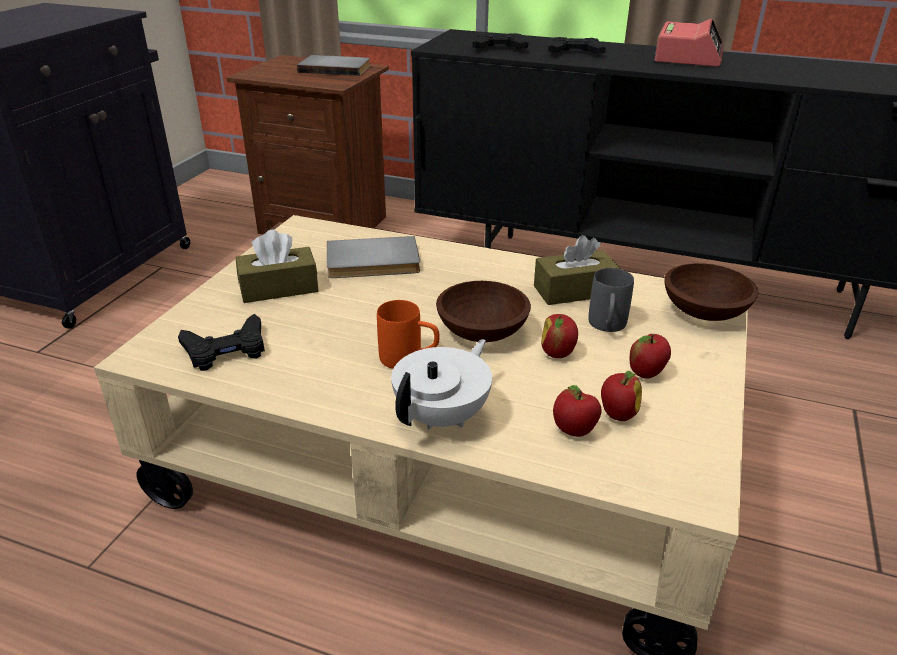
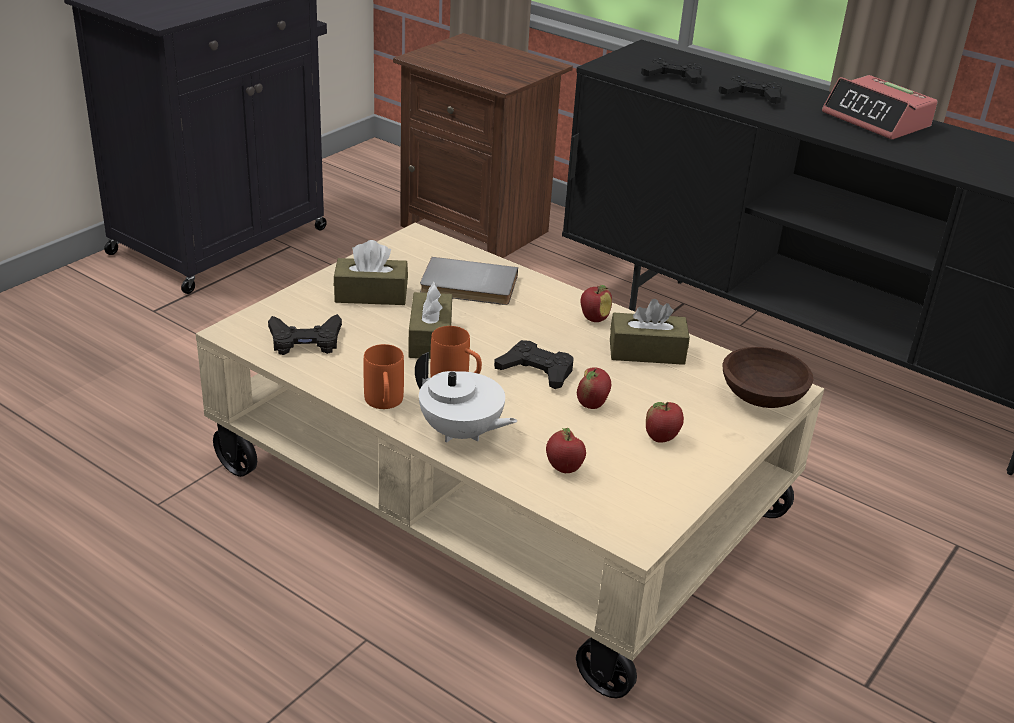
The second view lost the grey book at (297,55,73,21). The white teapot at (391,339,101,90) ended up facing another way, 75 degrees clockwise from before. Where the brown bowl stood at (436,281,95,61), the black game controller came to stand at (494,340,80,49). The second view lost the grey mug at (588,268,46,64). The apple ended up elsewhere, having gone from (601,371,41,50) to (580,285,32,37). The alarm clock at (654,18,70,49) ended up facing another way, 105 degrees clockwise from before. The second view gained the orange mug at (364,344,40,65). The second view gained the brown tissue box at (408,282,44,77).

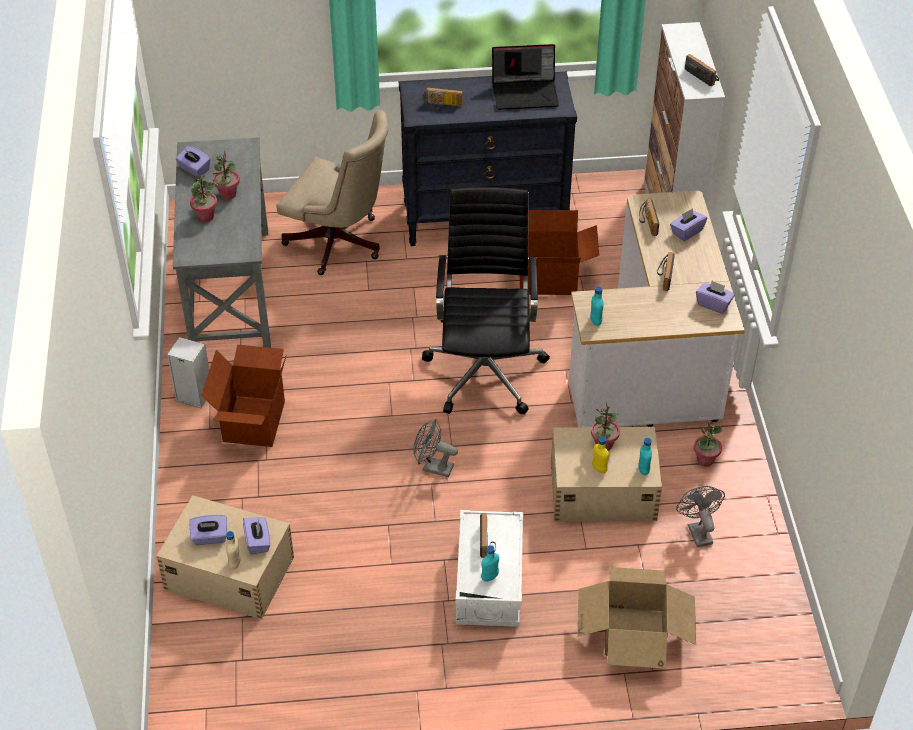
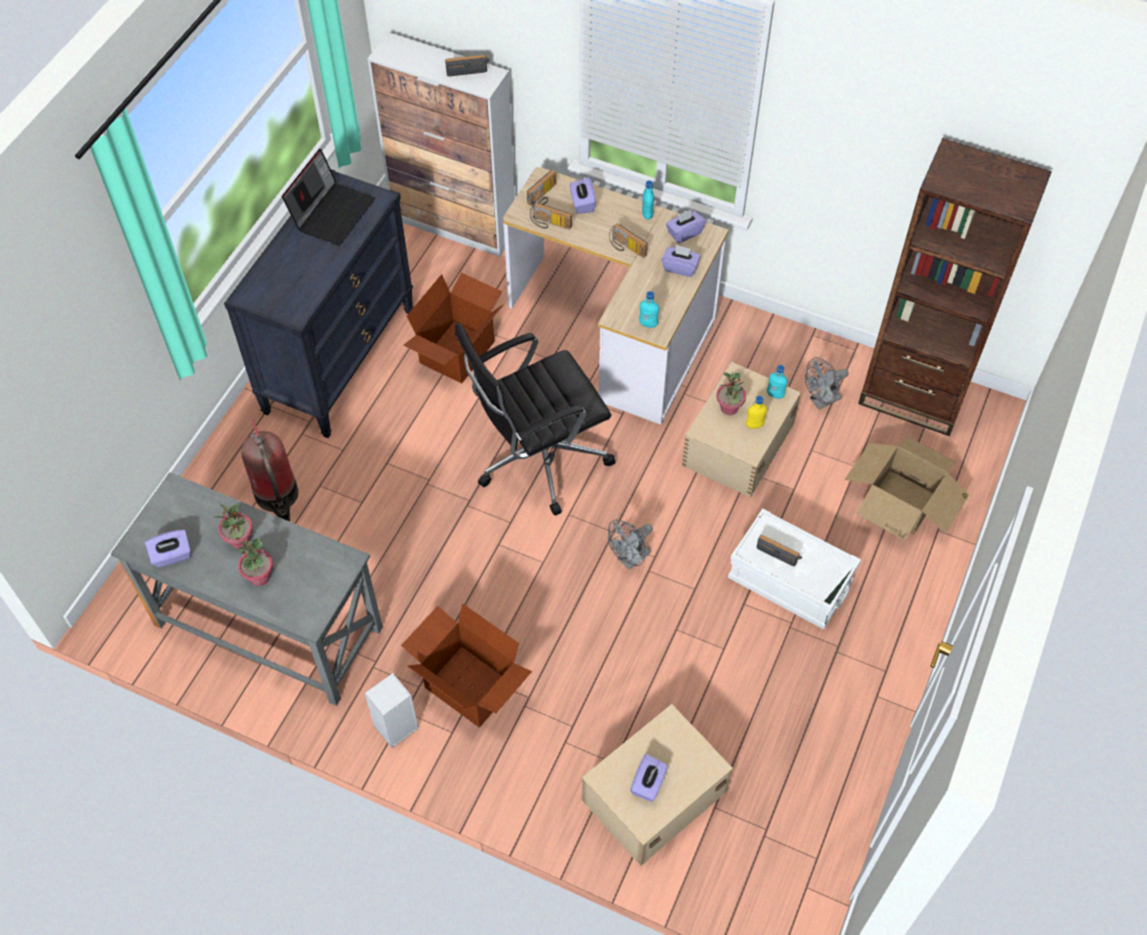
The second view lost the beige bottle at (226,531,15,38). The purple tissue box ended up elsewhere, having gone from (243,517,27,38) to (662,245,39,32). Where the beige office chair stood at (276,110,113,165), the fire extinguisher came to stand at (241,419,57,102). The black office chair at (422,187,128,227) ended up facing another way, 60 degrees counterclockwise from before. The radio ended up elsewhere, having gone from (423,87,40,22) to (527,169,29,37). The turquoise bottle ended up elsewhere, having gone from (481,545,18,37) to (642,180,12,40). The grey fan at (676,486,49,61) ended up facing another way, 45 degrees counterclockwise from before. The second view lost the potted plant at (694,421,28,46). The second view gained the brown bookcase at (858,138,194,298).

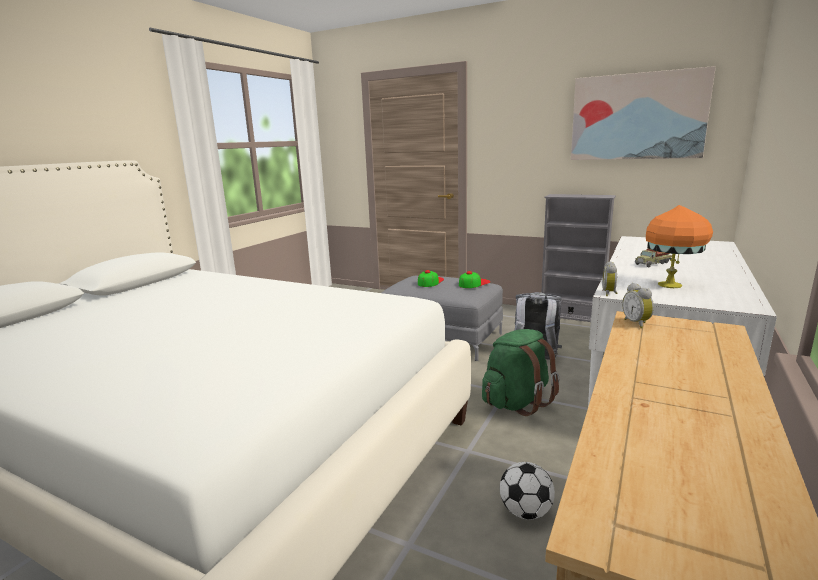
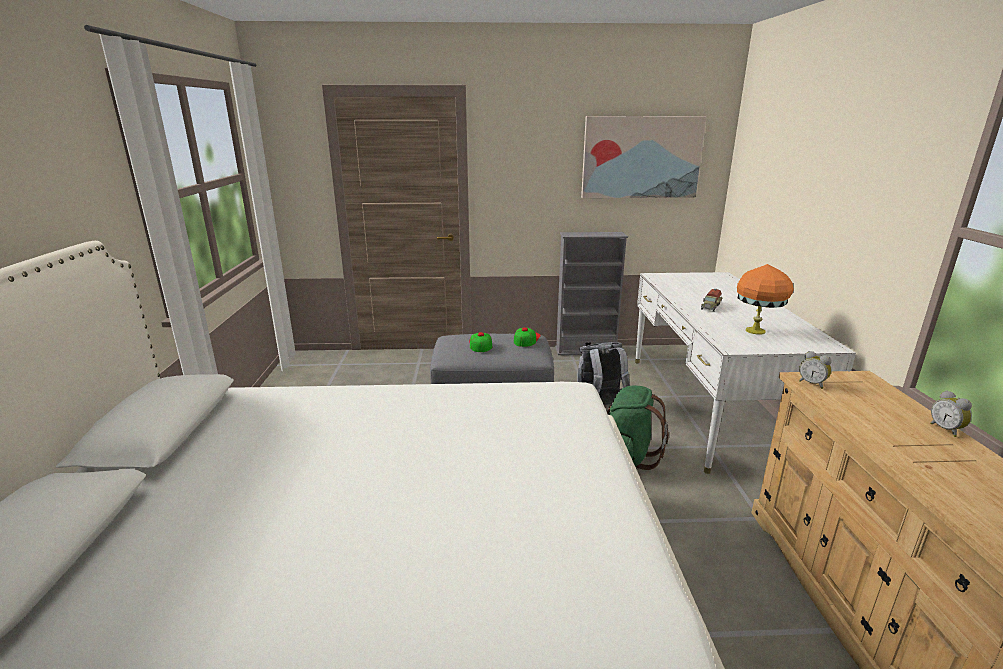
The second view lost the football at (500,462,55,58). The alarm clock ended up elsewhere, having gone from (602,261,15,35) to (930,390,42,47).

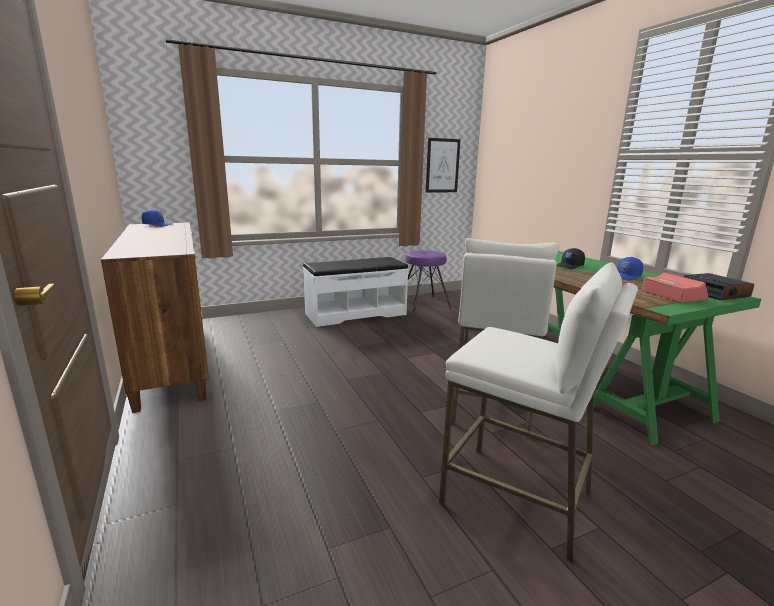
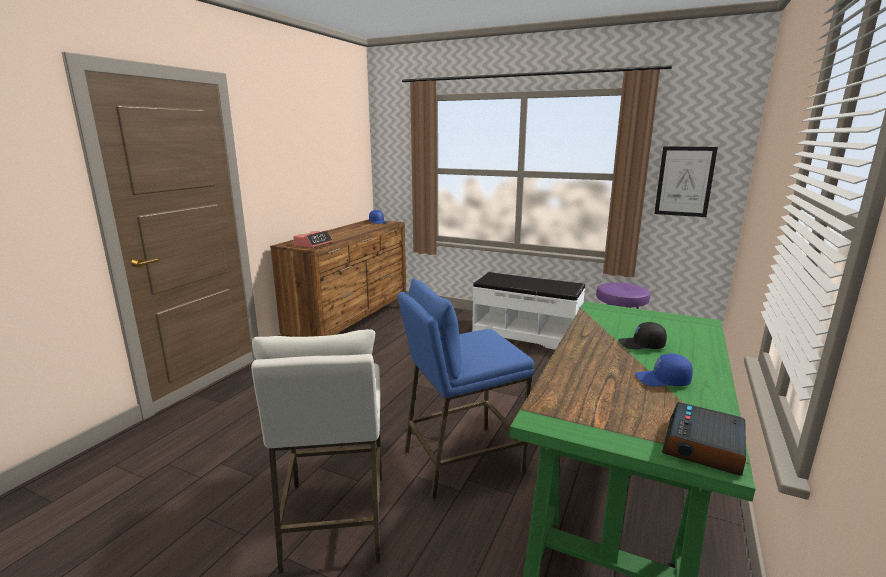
What was the white stool at (451,238,109,201) turned into the blue stool at (397,278,137,222). The alarm clock ended up elsewhere, having gone from (642,272,66,31) to (293,230,40,18).

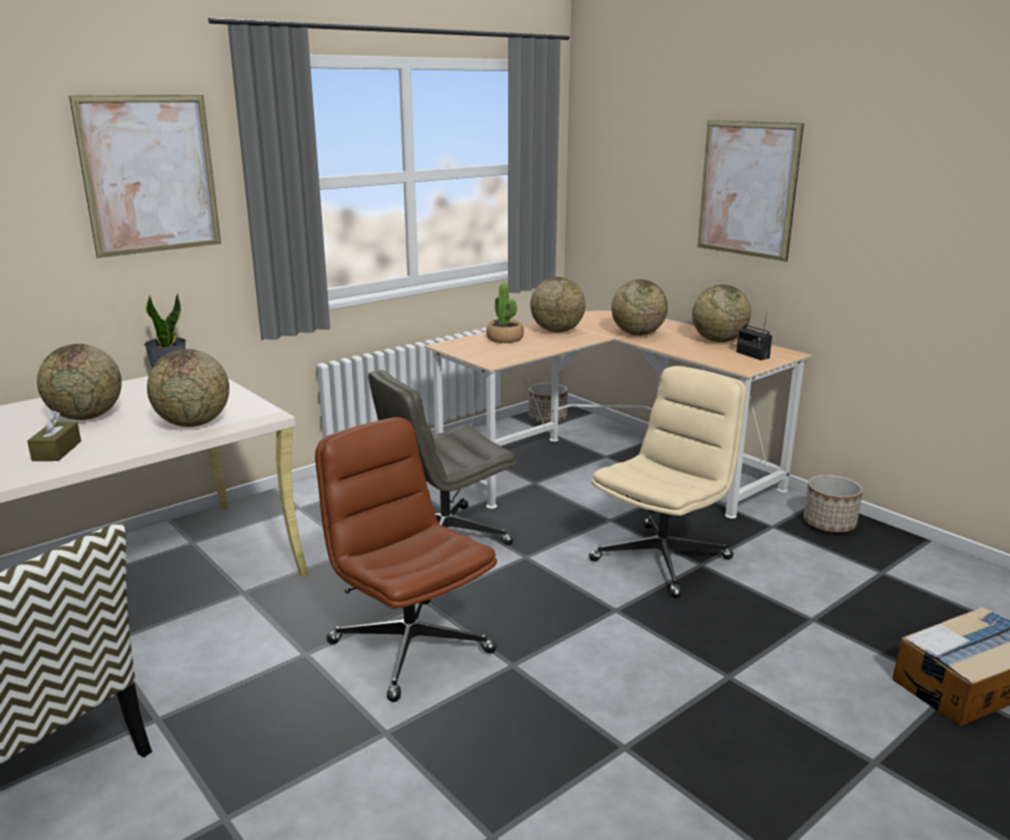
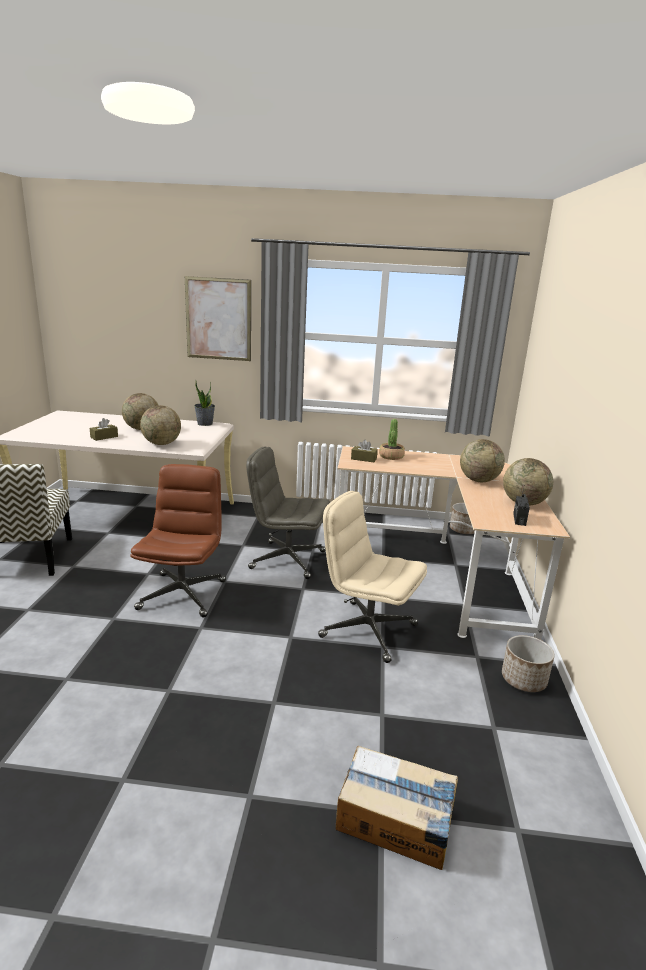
The second view lost the globe at (530,277,55,56). The beige office chair at (589,366,157,232) ended up facing another way, 150 degrees counterclockwise from before. The second view lost the picture at (697,120,107,142). The second view gained the brown tissue box at (351,440,27,22).

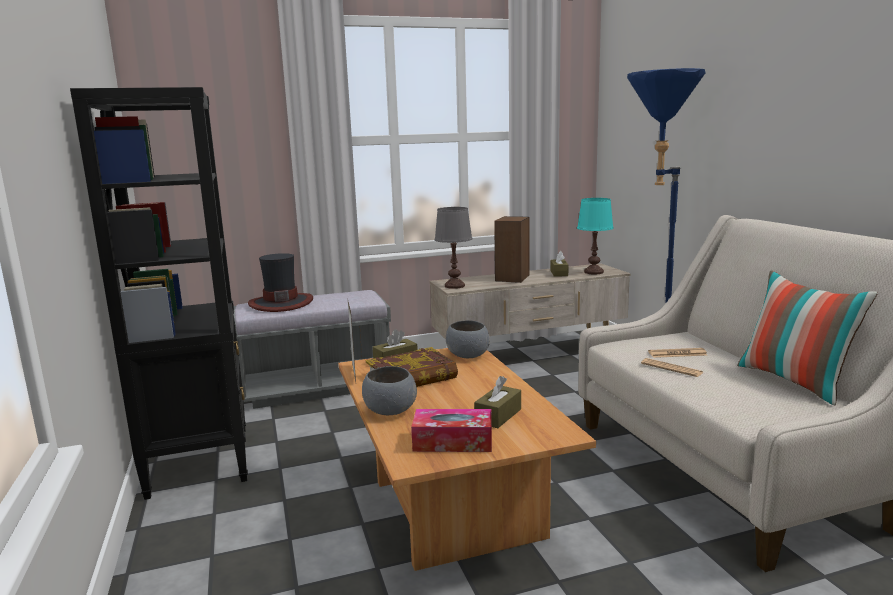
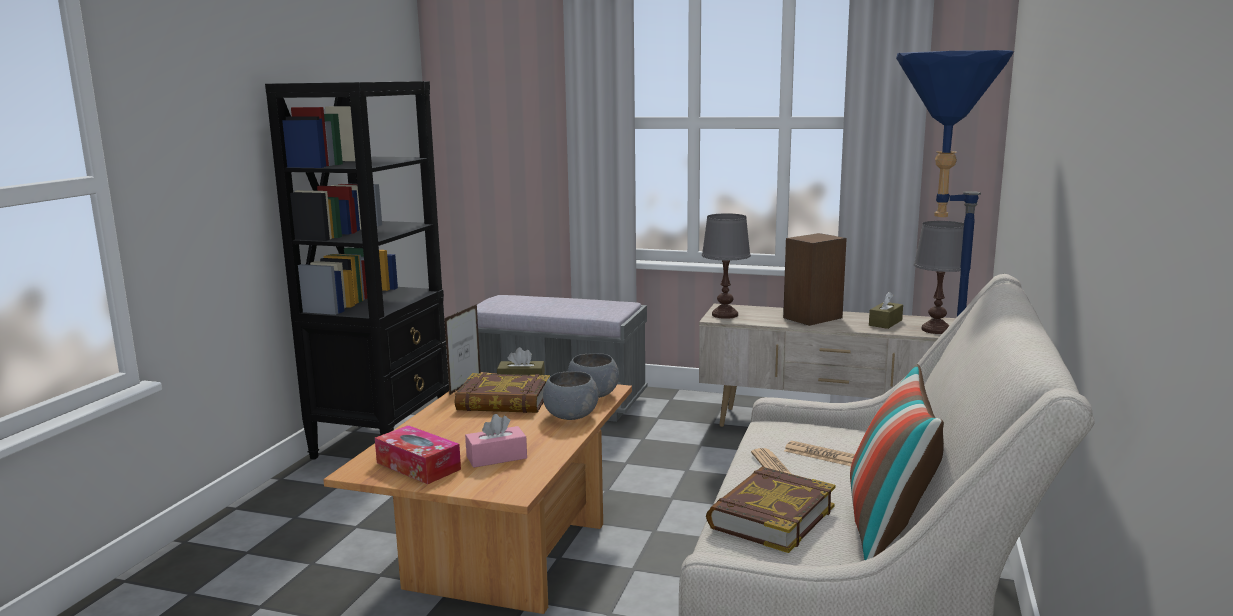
The second view lost the hat at (248,253,65,59). The grey bowl ended up elsewhere, having gone from (362,366,55,49) to (543,371,56,49). What was the brown tissue box at (474,376,47,52) turned into the pink tissue box at (465,414,62,54). What was the turquoise table lamp at (577,198,37,76) turned into the grey table lamp at (914,221,50,113). The second view gained the book at (706,467,130,86).

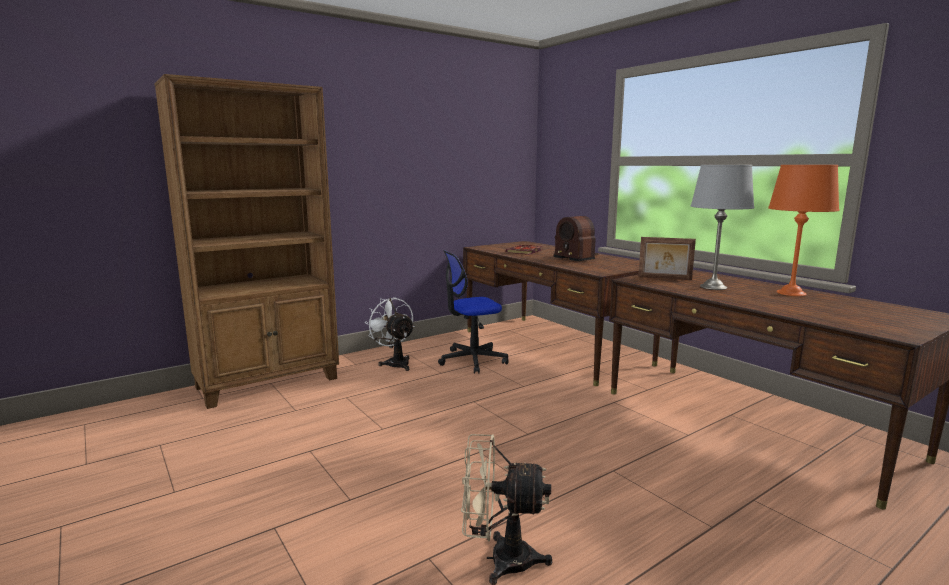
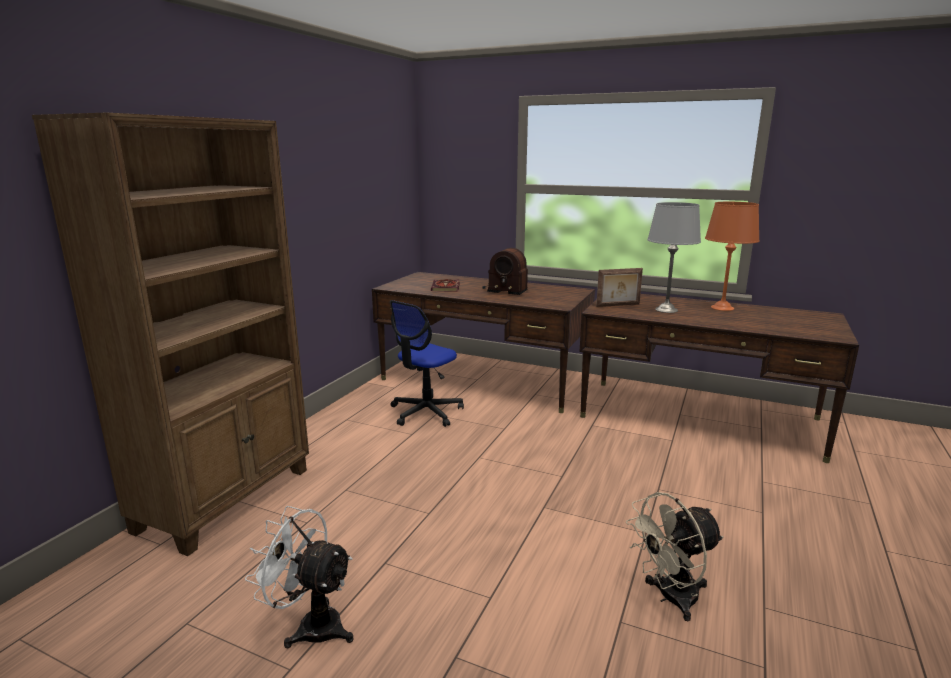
The white fan ended up elsewhere, having gone from (364,297,51,74) to (245,506,108,142).

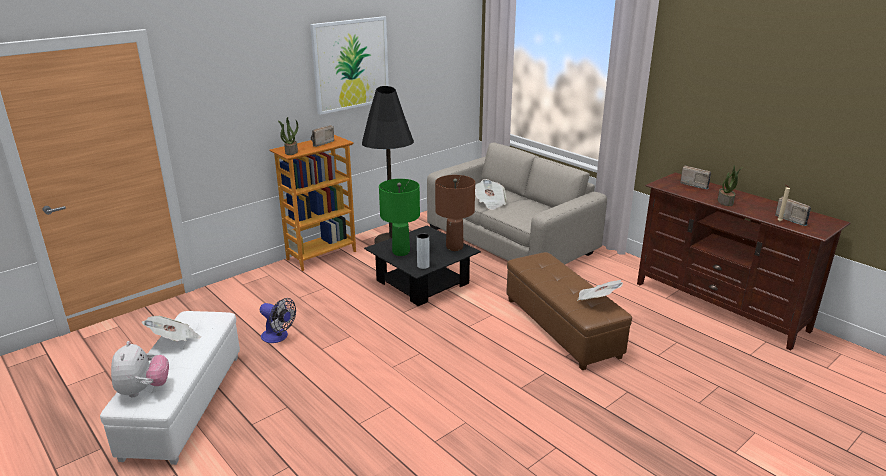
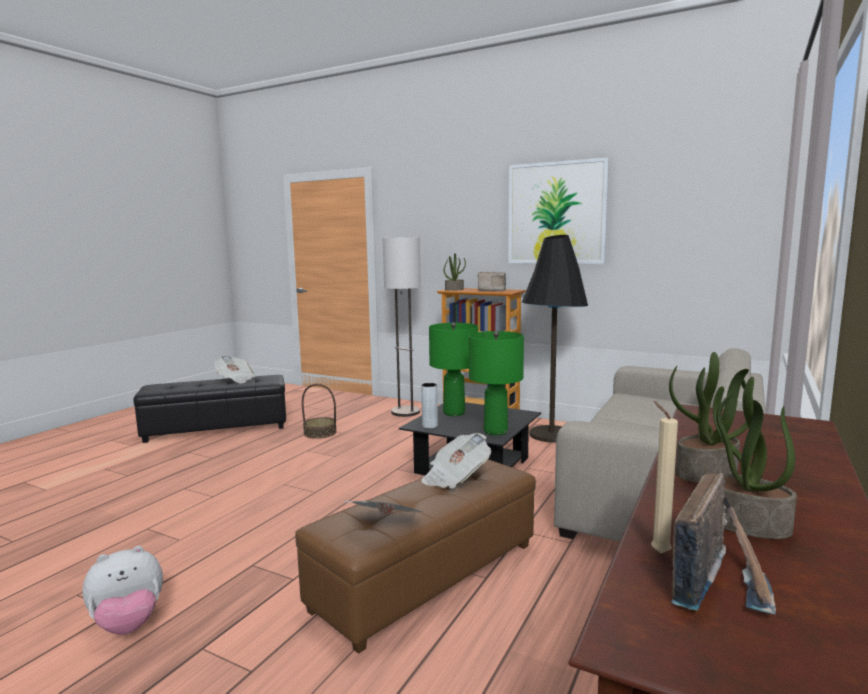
What was the white ottoman at (100,311,140,154) turned into the black ottoman at (133,375,153,68). The plush toy ended up elsewhere, having gone from (111,341,58,56) to (82,546,81,89). Where the fan stood at (260,298,36,45), the basket came to stand at (302,384,35,55). What was the brown table lamp at (435,175,40,76) turned into the green table lamp at (469,331,55,104). The newspaper ended up elsewhere, having gone from (475,179,32,31) to (421,433,70,56). The second view lost the radio at (680,166,31,23). The second view gained the floor lamp at (383,237,38,180). The second view gained the potted plant at (713,377,84,162).

